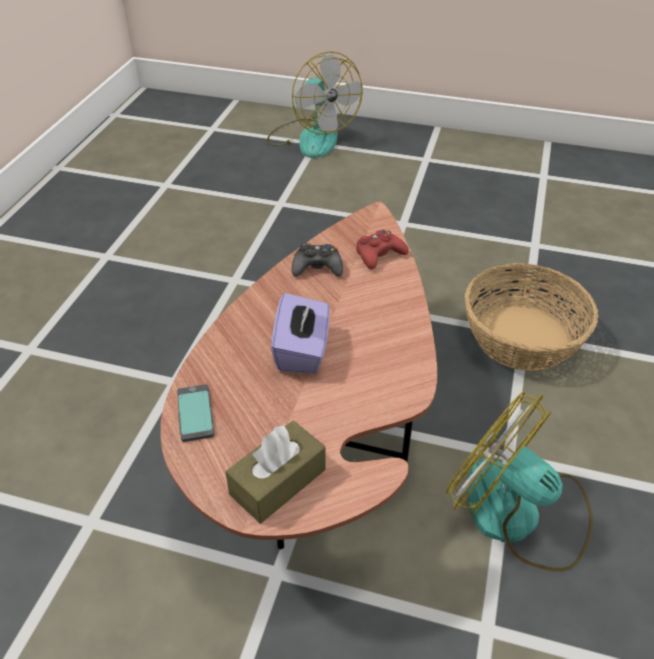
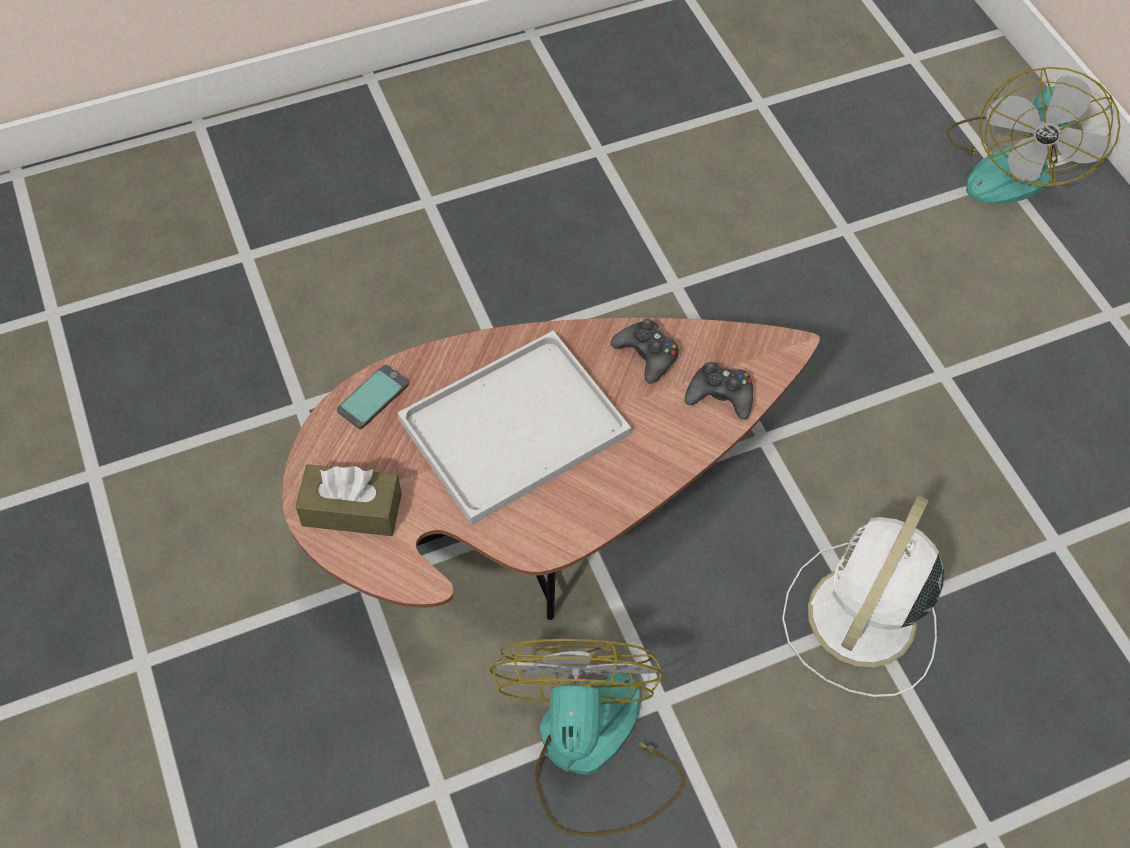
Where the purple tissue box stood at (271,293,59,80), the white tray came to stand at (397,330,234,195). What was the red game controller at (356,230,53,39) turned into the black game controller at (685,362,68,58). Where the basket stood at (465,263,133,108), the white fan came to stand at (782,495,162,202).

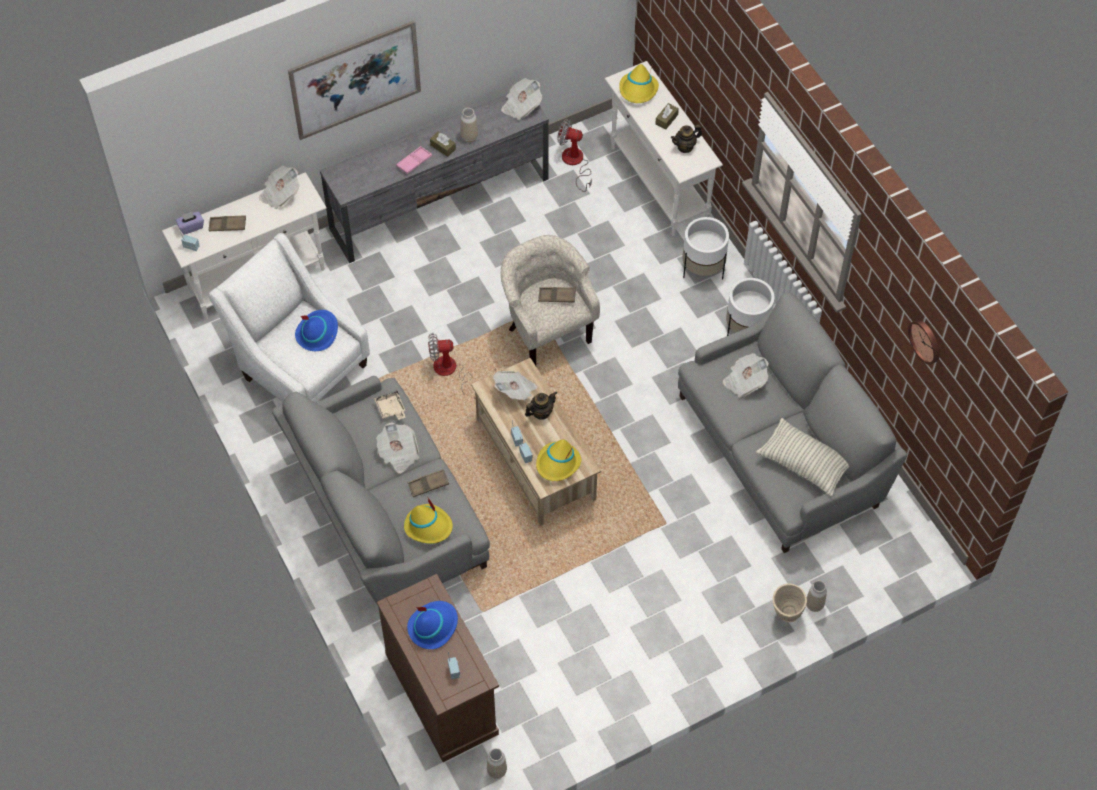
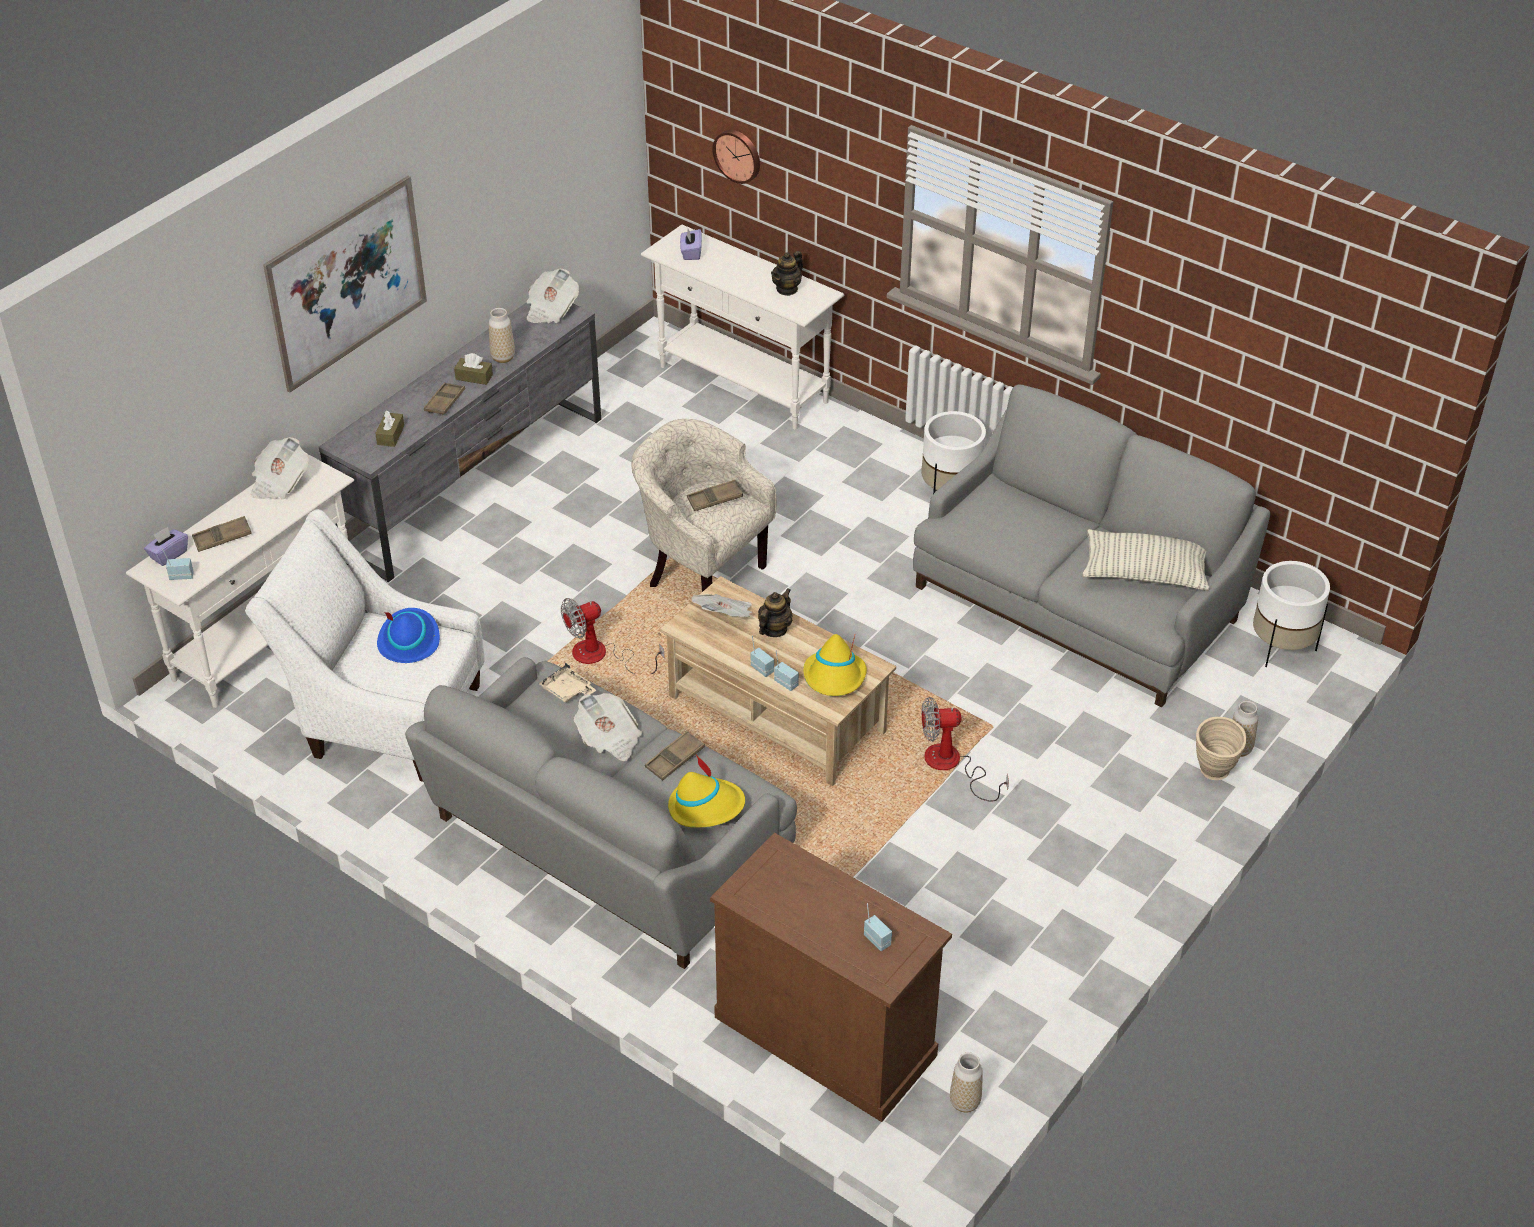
What was the pink tray at (396,146,36,28) turned into the brown tray at (424,382,41,33). The second view lost the blue hat at (407,601,51,48). The fan ended up elsewhere, having gone from (557,119,35,73) to (922,697,87,105). Where the yellow hat stood at (619,64,40,39), the purple tissue box came to stand at (680,229,22,31). The brown tissue box ended up elsewhere, having gone from (655,103,24,27) to (375,411,29,36). The white planter ended up elsewhere, having gone from (682,217,47,62) to (1253,561,77,106). The second view lost the newspaper at (723,353,46,44). The wall clock ended up elsewhere, having gone from (908,320,32,45) to (712,130,48,54).

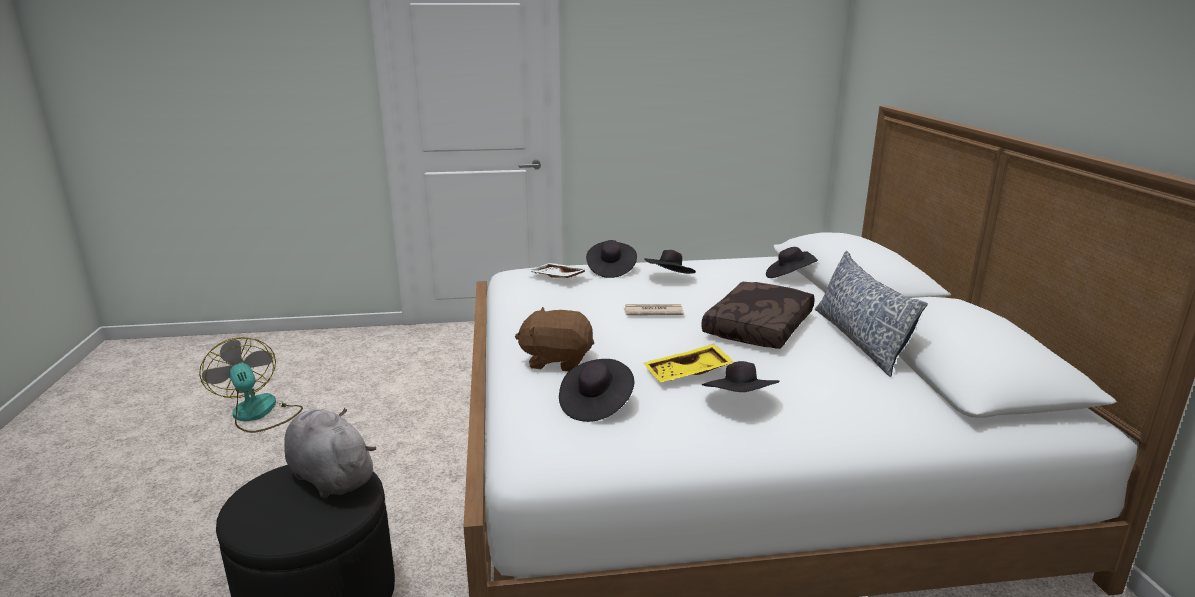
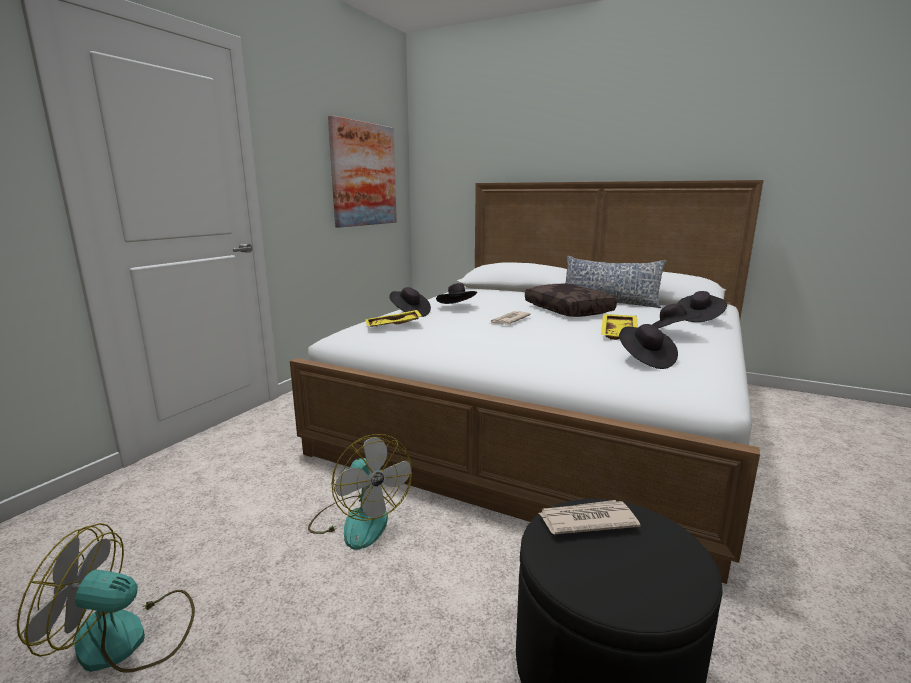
Where the grey plush toy stood at (284,408,92,90), the newspaper came to stand at (539,500,102,34). The second view lost the brown plush toy at (515,307,79,65). What was the white tray at (527,263,62,15) turned into the yellow tray at (365,310,57,17). The black hat ended up elsewhere, having gone from (766,247,52,31) to (677,291,50,31). The second view gained the fan at (308,434,104,116). The second view gained the picture at (328,115,69,113).

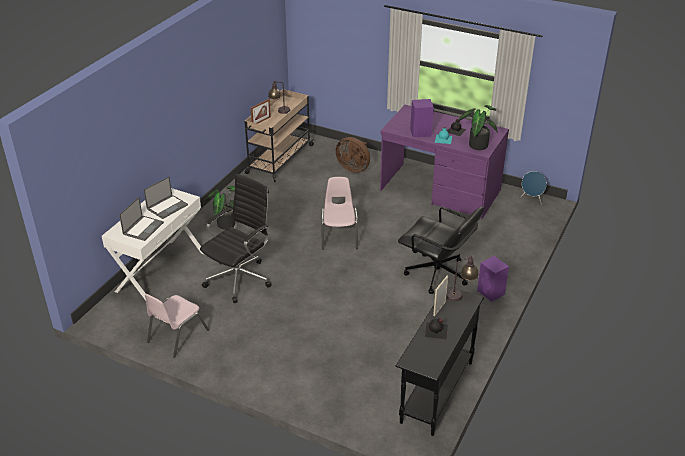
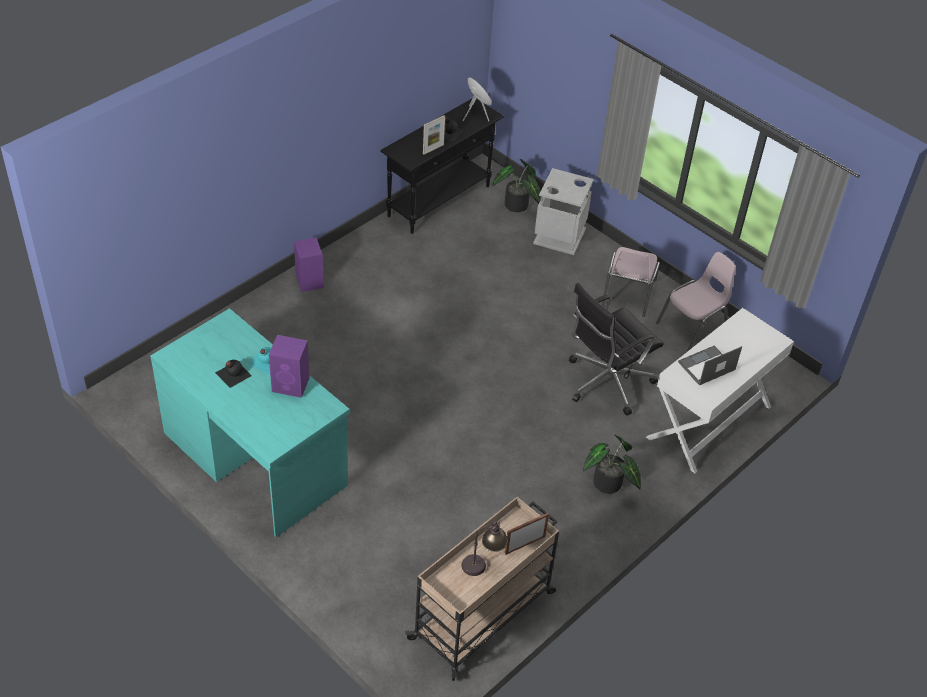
The second view lost the laptop at (119,197,45,44). The pink chair ended up elsewhere, having gone from (321,177,37,73) to (602,247,58,70). The second view lost the brown fan at (335,137,35,36). What was the purple desk at (380,105,129,114) turned into the turquoise desk at (150,308,200,230). The second view lost the black office chair at (398,207,86,87). The second view lost the table lamp at (446,256,33,46). The potted plant ended up elsewhere, having gone from (457,105,41,45) to (493,159,47,53). The blue speaker ended up elsewhere, having gone from (520,171,27,34) to (463,77,29,44). The second view gained the grey trash can at (533,168,61,87).

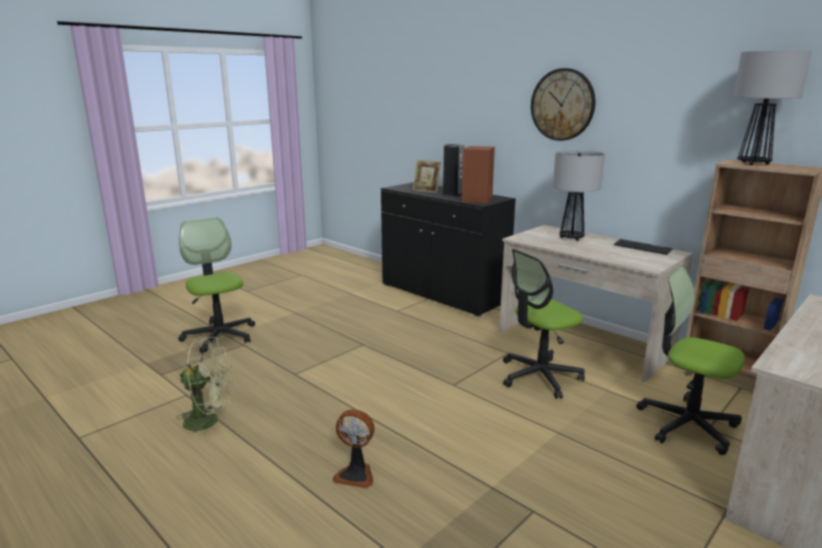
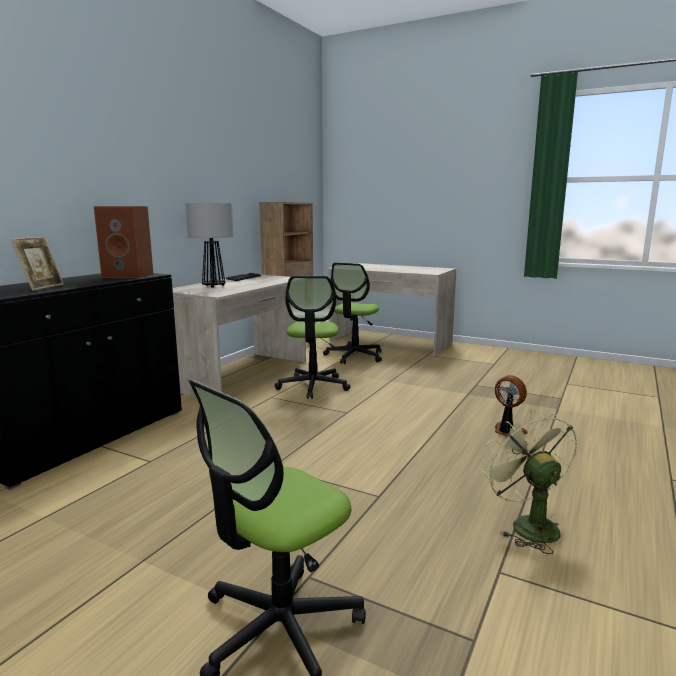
The fan at (333,409,42,79) ended up facing another way, 45 degrees counterclockwise from before. The second view lost the speaker at (441,144,24,53). The office chair at (503,249,82,150) ended up facing another way, 45 degrees clockwise from before. The second view lost the wall clock at (531,68,64,73). The second view lost the table lamp at (733,50,79,115).

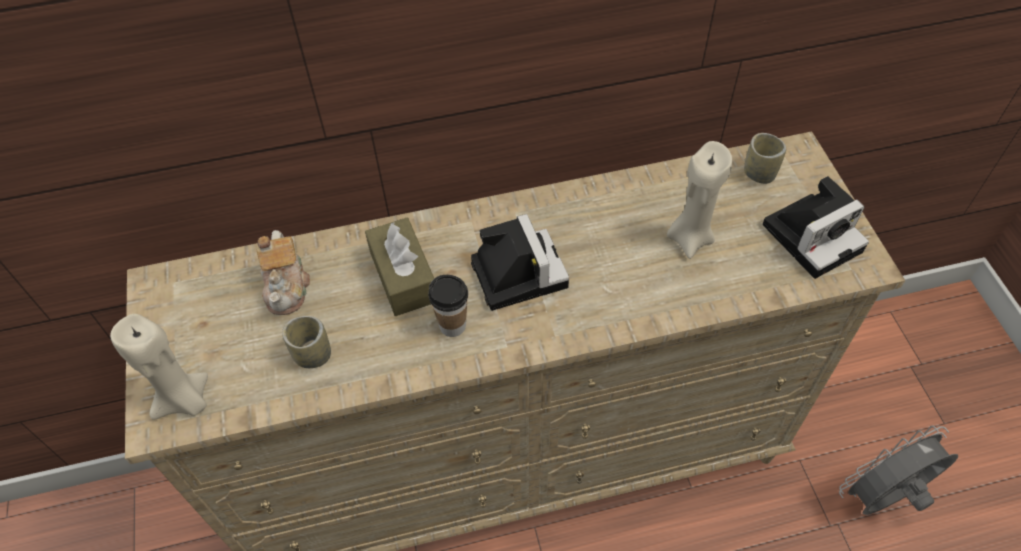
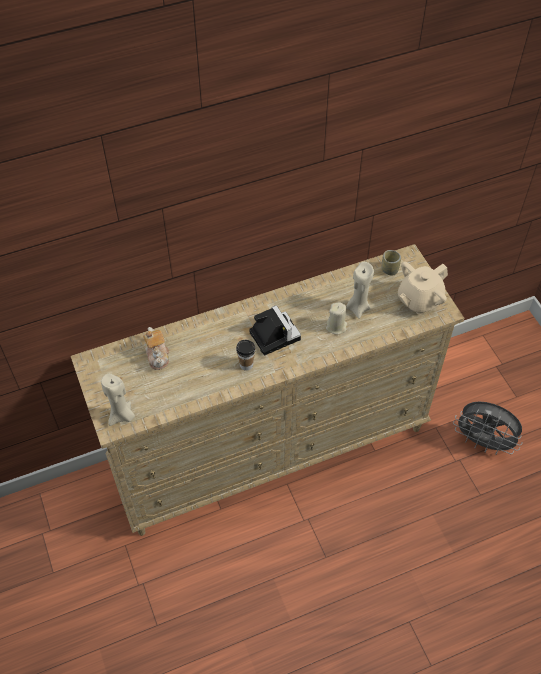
The second view lost the cup at (282,316,49,52). The second view lost the brown tissue box at (365,218,69,98). Where the photo camera stood at (762,176,107,103), the beige teapot came to stand at (398,262,50,52). The grey fan at (839,425,119,90) ended up facing another way, 120 degrees counterclockwise from before. The second view gained the beige candle at (326,302,21,33).

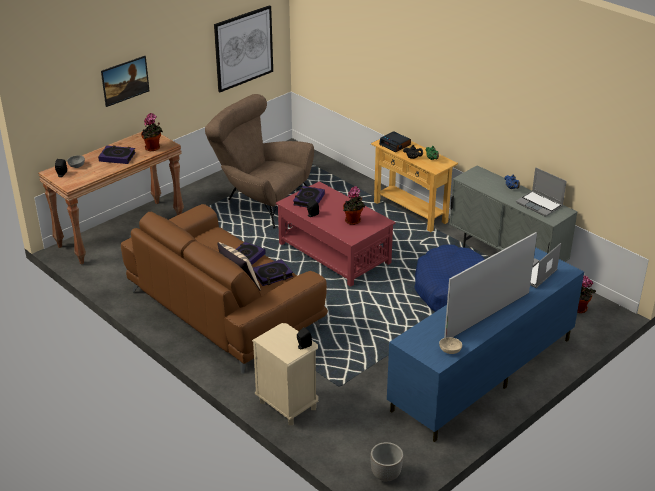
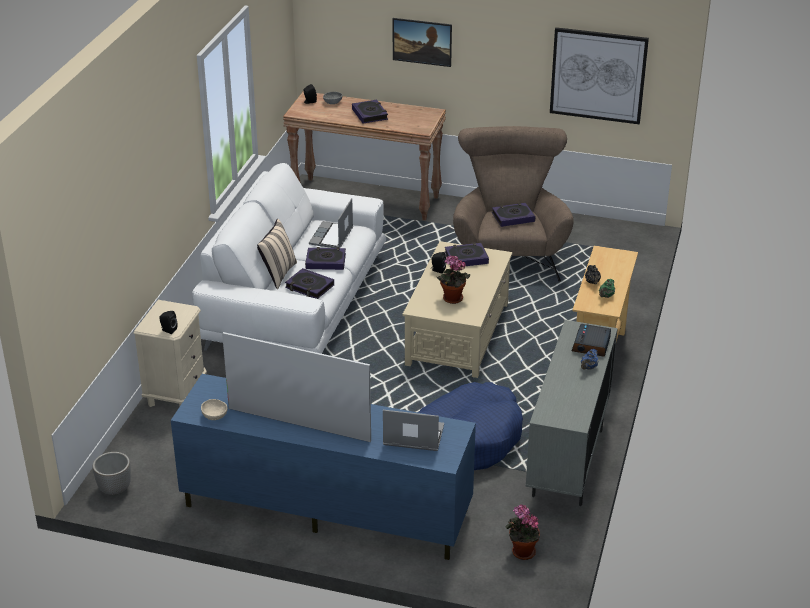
What was the brown sofa at (121,204,207,170) turned into the white sofa at (192,163,194,191). The second view lost the potted plant at (141,113,22,38). What was the red coffee table at (276,181,119,106) turned into the beige coffee table at (402,241,110,137). The alarm clock ended up elsewhere, having gone from (379,131,32,21) to (572,324,39,33). The laptop ended up elsewhere, having gone from (516,167,50,50) to (309,198,44,50). The second view gained the book at (492,203,43,24).

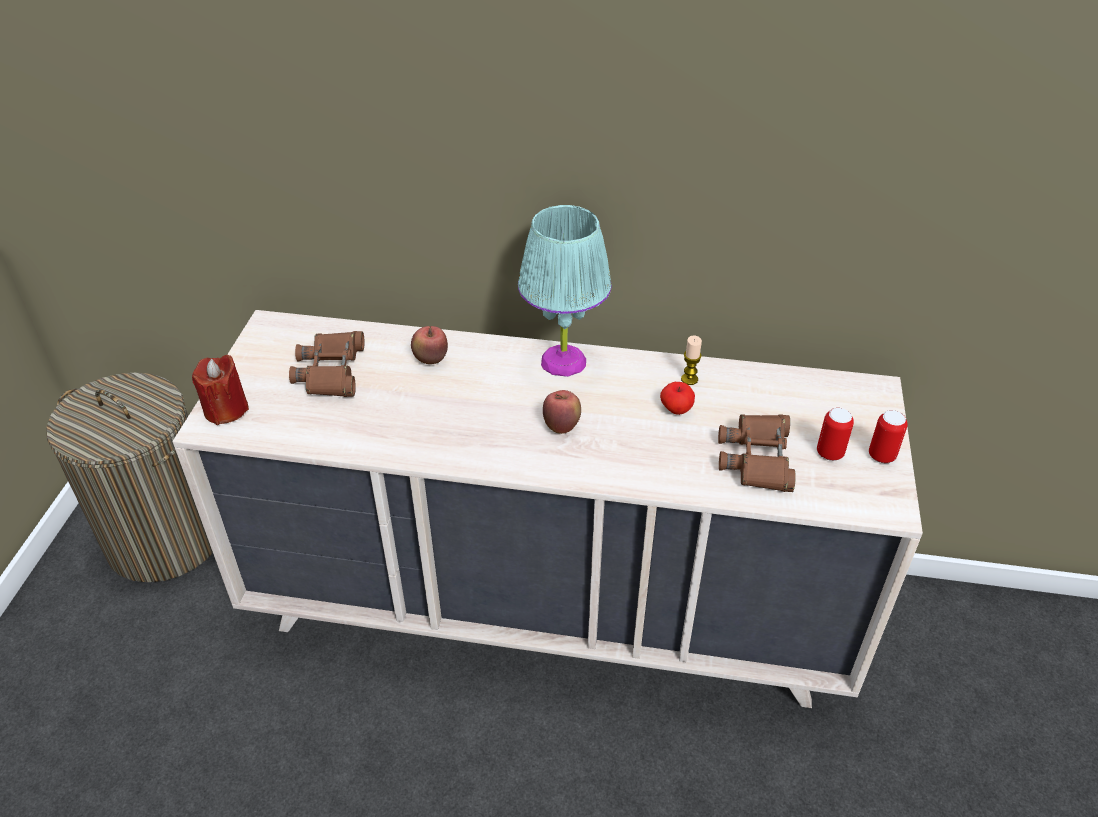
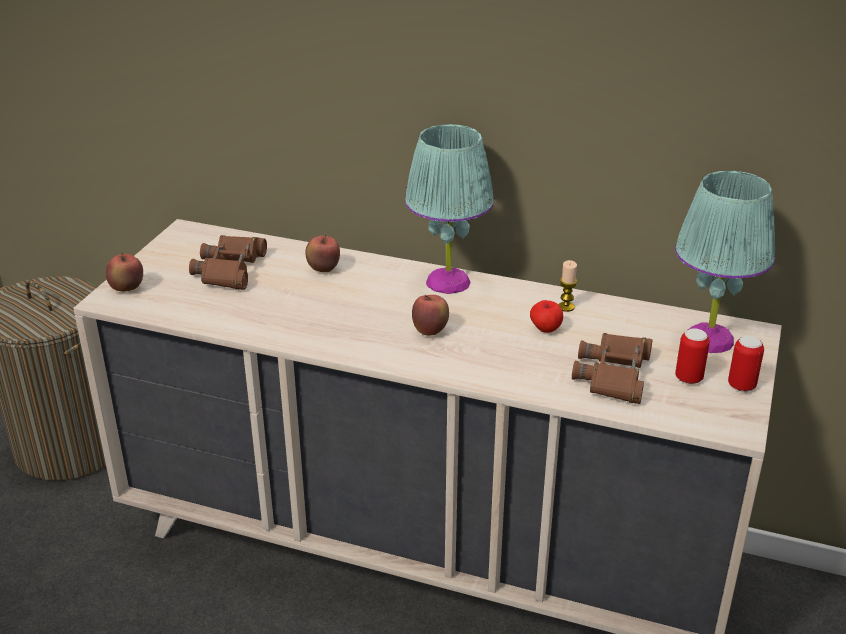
Where the red candle stood at (192,355,57,70), the apple came to stand at (106,252,37,40). The second view gained the turquoise table lamp at (675,171,100,182).

